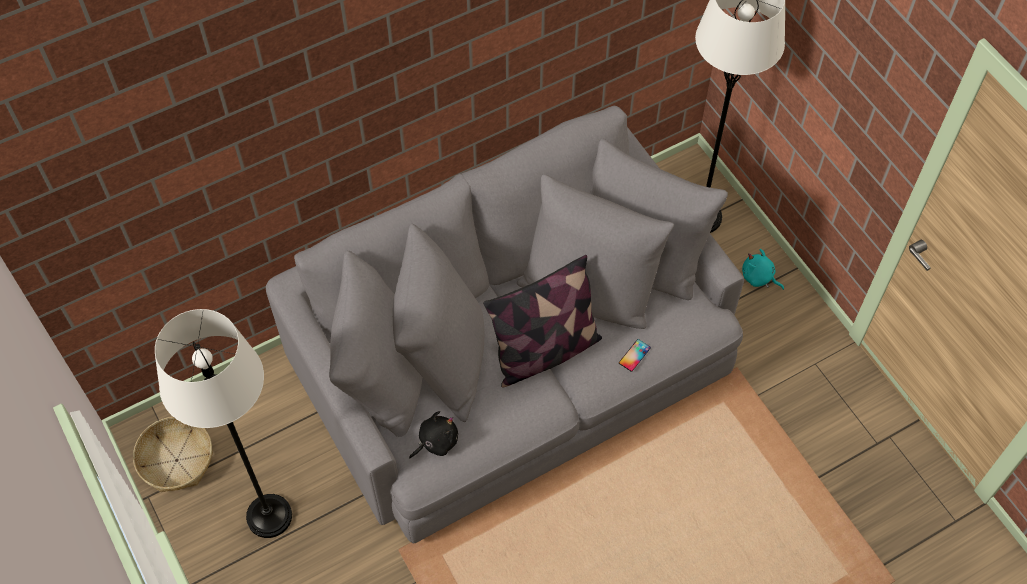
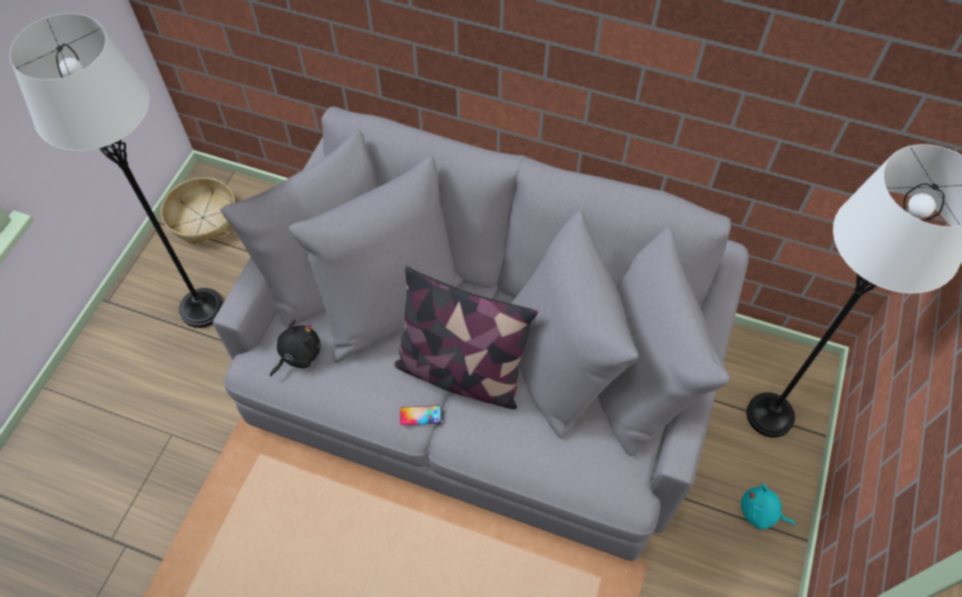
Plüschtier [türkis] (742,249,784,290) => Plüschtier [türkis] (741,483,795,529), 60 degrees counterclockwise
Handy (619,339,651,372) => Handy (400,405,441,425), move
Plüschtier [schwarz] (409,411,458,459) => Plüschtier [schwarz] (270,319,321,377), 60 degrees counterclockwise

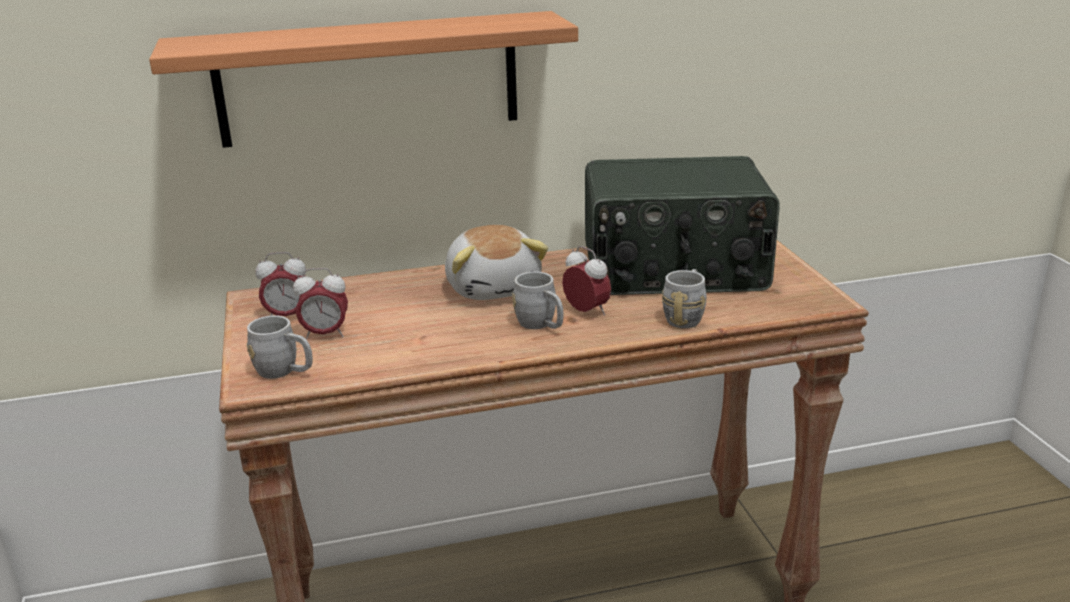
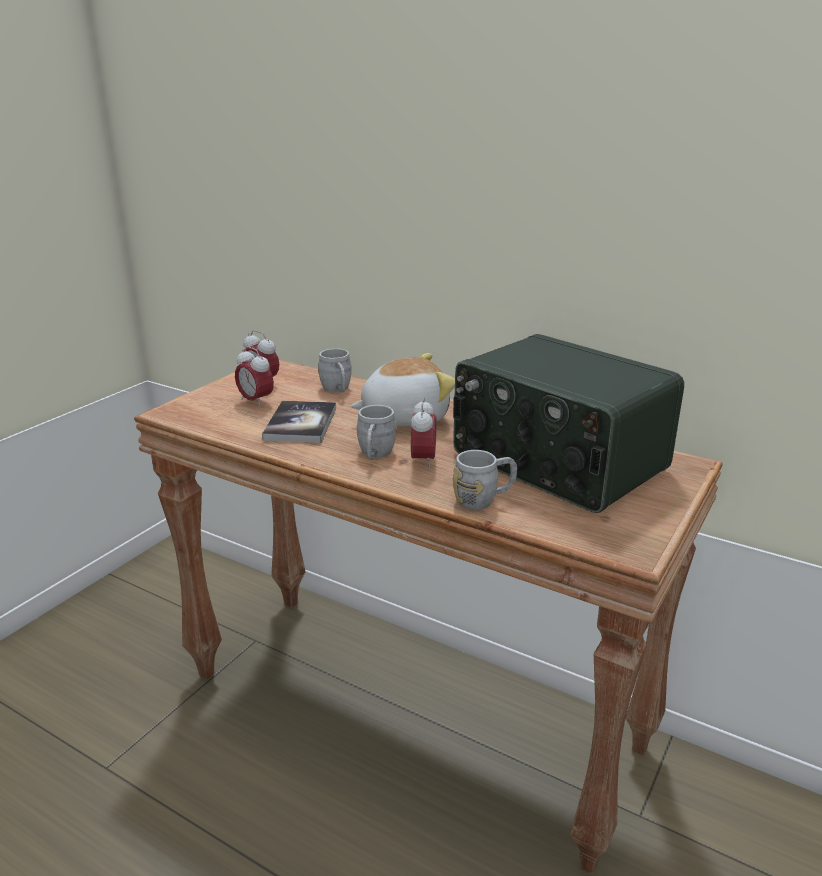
Wandregal (149,11,578,148) => nothing
Plüschtier (445,225,548,300) => Plüschtier (350,353,455,427), 135 degrees counterclockwise
Henkelbecher [grau] (246,315,313,379) => Henkelbecher [grau] (318,348,352,392), move
nothing => Buch (262,401,336,443)

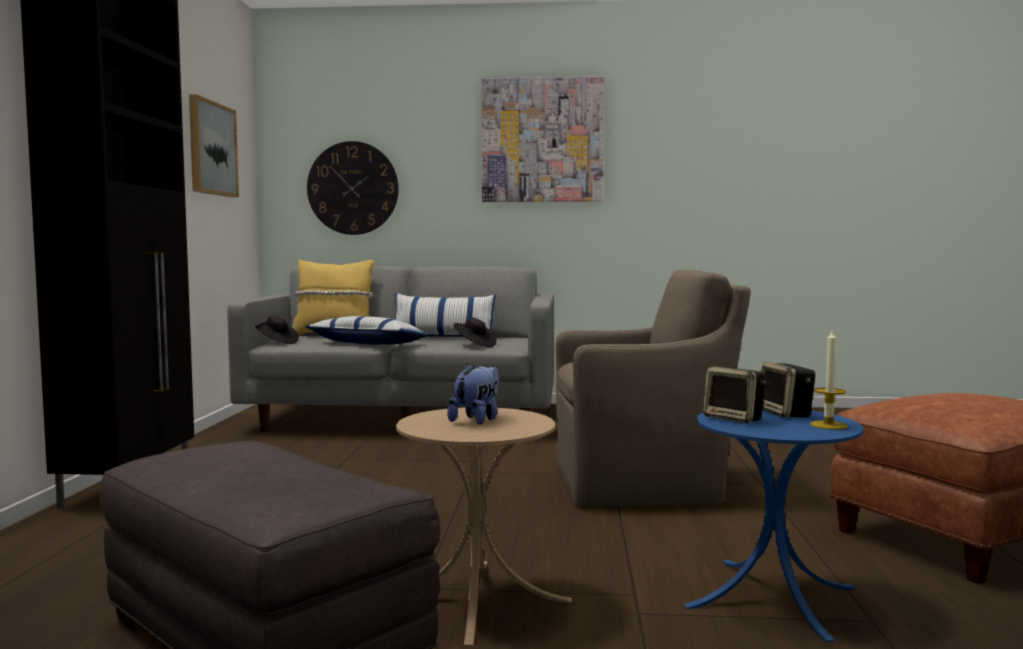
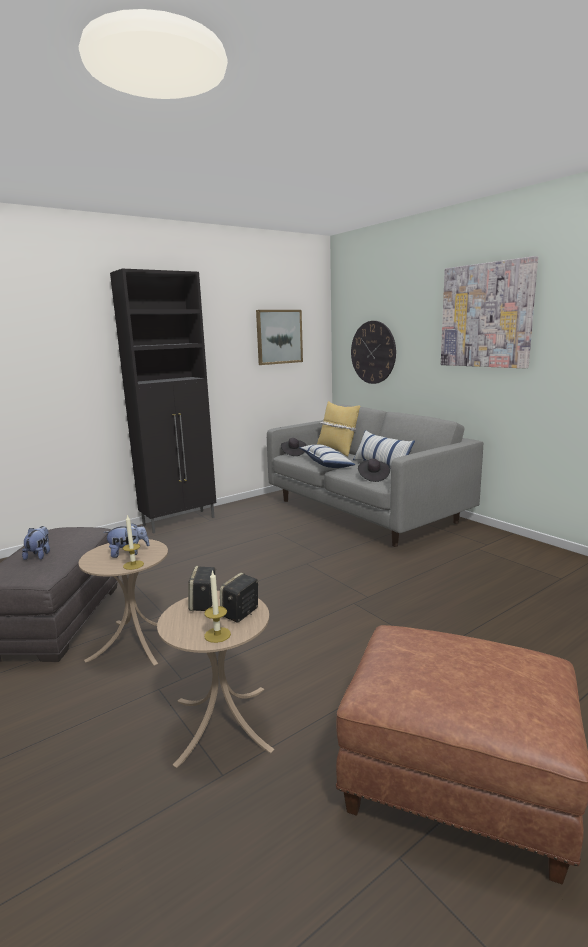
Sessel [braun] (556,269,751,508) => nothing
Beistelltisch [blau] (684,410,863,642) => Beistelltisch [beige] (157,591,274,768)
nothing => Kerze (122,514,144,570)
nothing => Plüschtier (22,526,50,560)

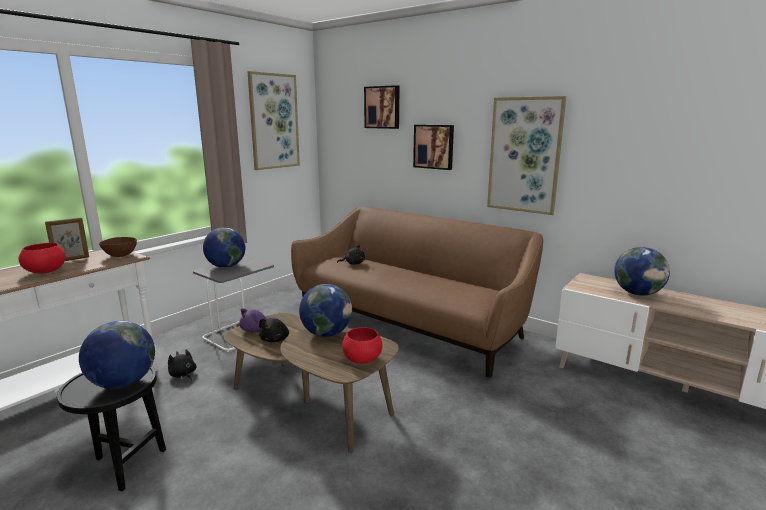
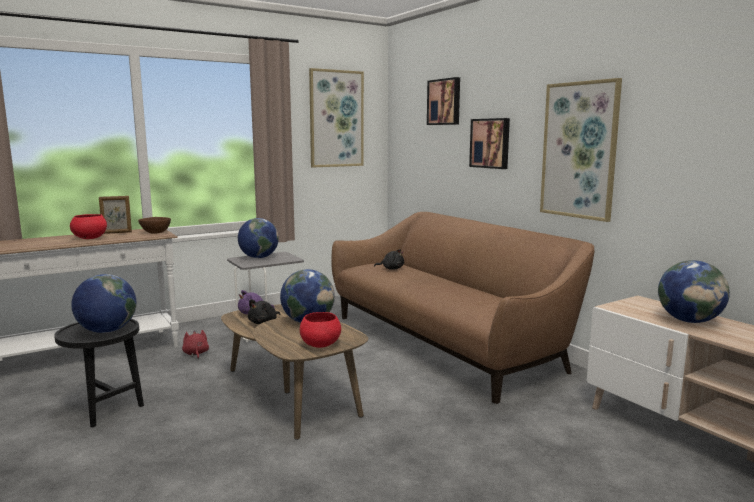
Plüschtier [schwarz] (168,350,196,381) => Plüschtier [rot] (182,330,209,359)

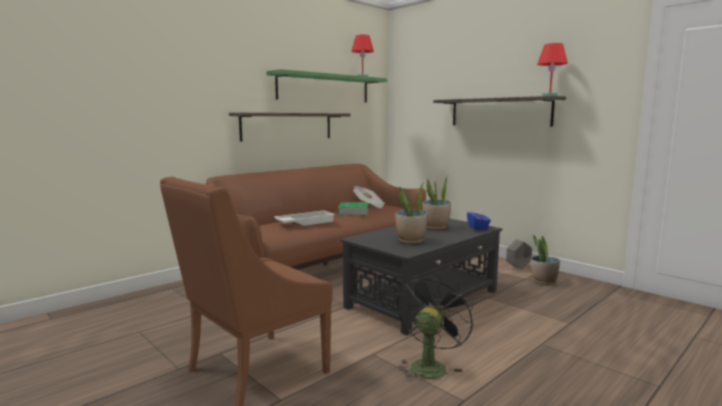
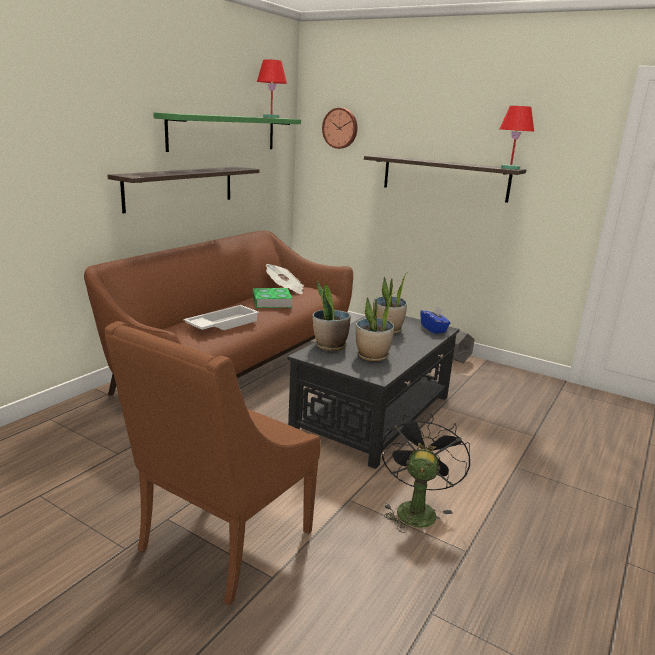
Topfpflanze (531,235,560,285) => Topfpflanze (313,281,351,351), move
nothing => Wanduhr (322,108,357,149)

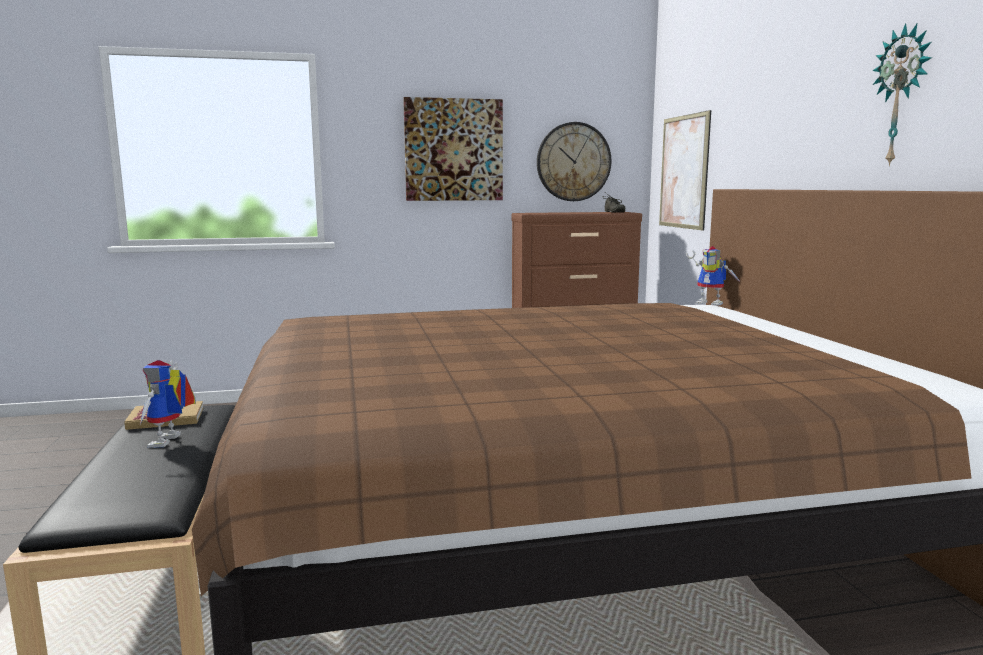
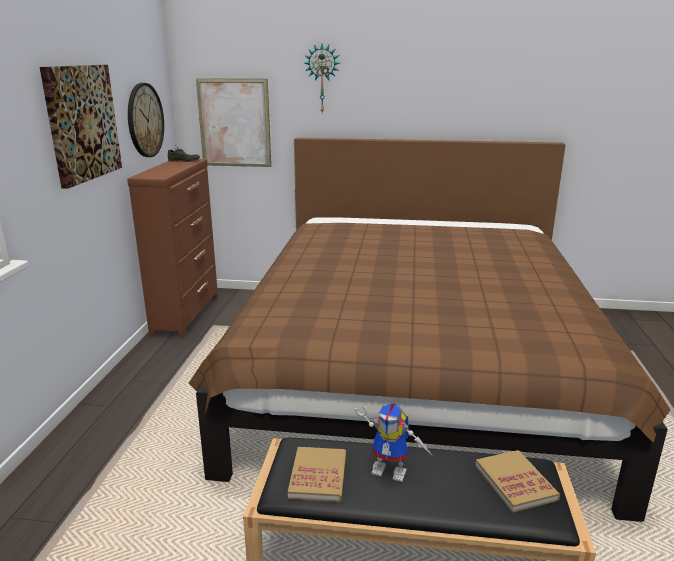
Wanduhr (872,23,932,166) => Wanduhr (304,44,340,114), move
Spielzeugroboter (686,246,740,306) => nothing
nothing => Buch (475,450,560,513)

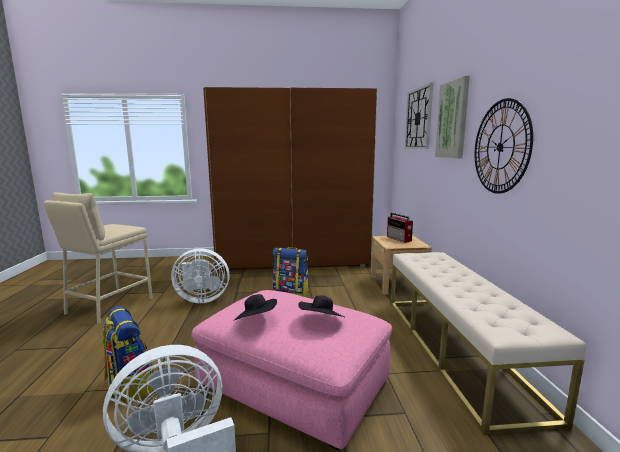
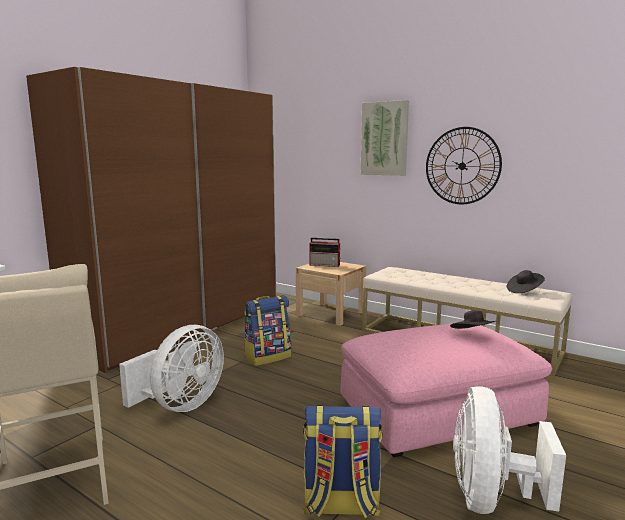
Wanduhr (405,83,433,149) => nothing
Hut [schwarz] (233,294,277,321) => Hut [schwarz] (507,270,545,293), move

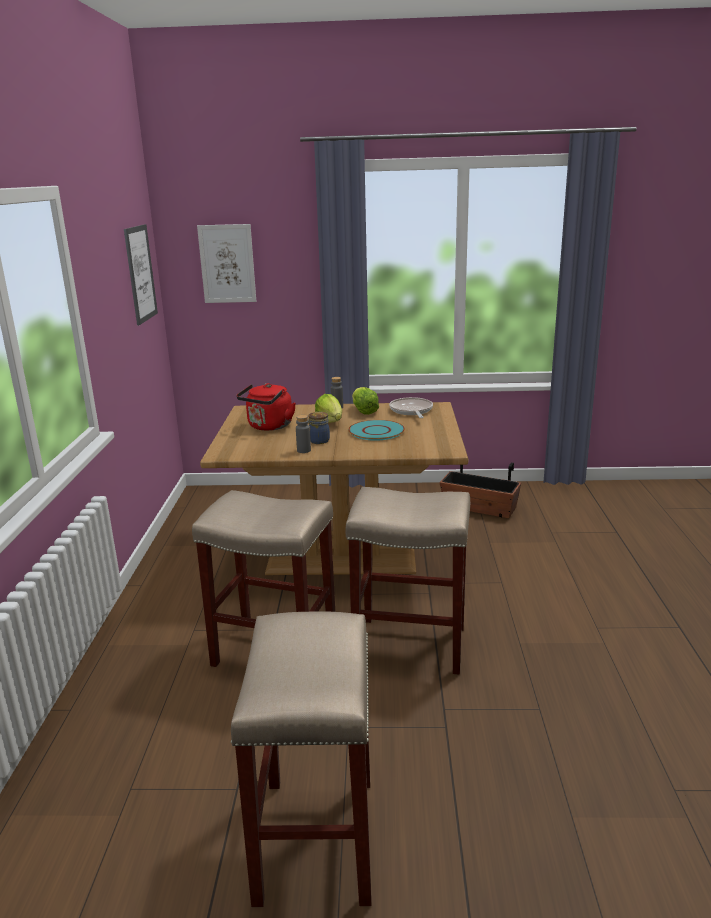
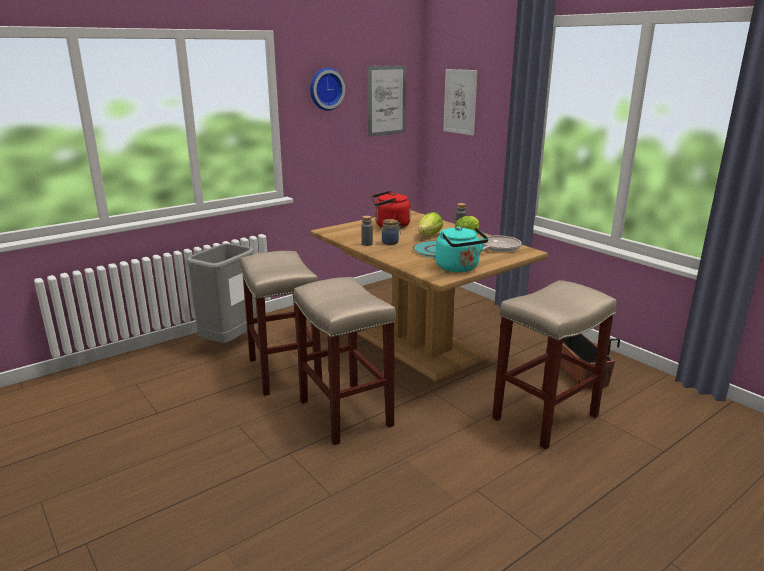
Hocker [beige] (231,611,372,907) => Hocker [beige] (492,280,617,449), move
nothing => Wanduhr (310,68,345,111)
nothing => Wasserkessel [türkis] (435,226,489,272)
nothing => Mülleimer [grau] (186,243,258,343)

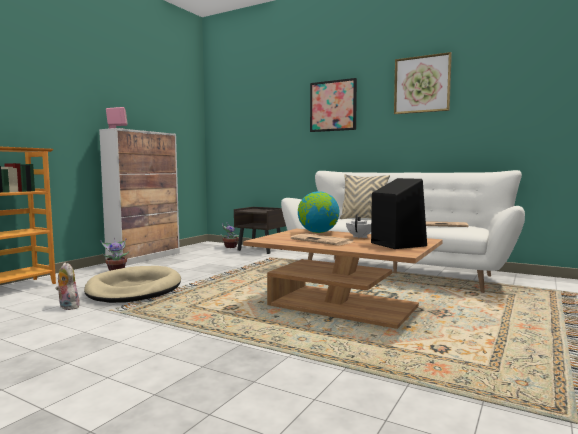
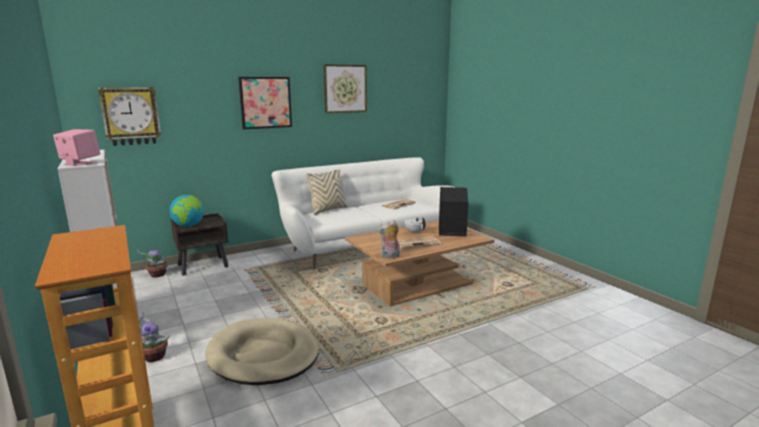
Globus (298,191,339,233) => Globus (169,195,204,227), move
Plüschtier (56,263,80,310) => Plüschtier (378,220,400,259), move
nothing => Wanduhr (98,87,161,146)

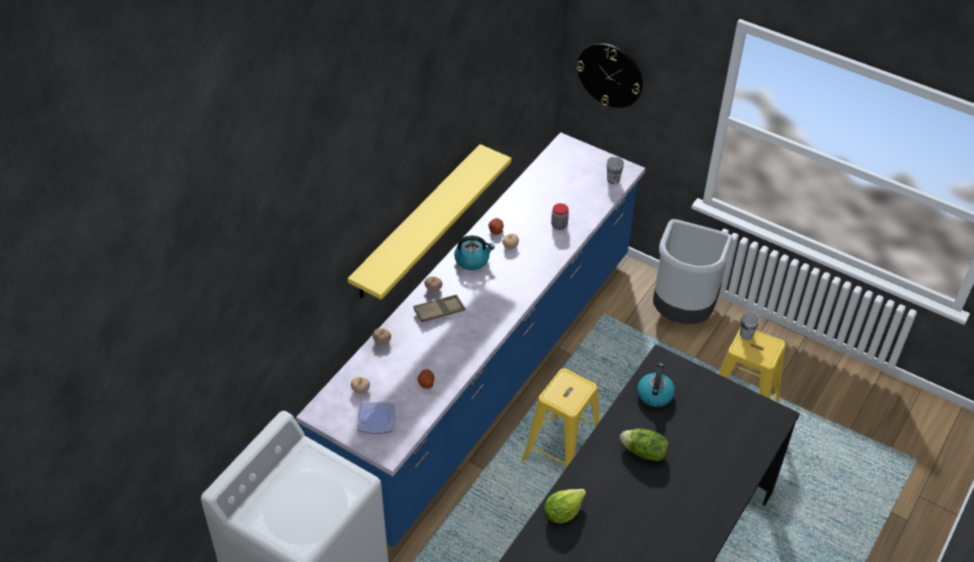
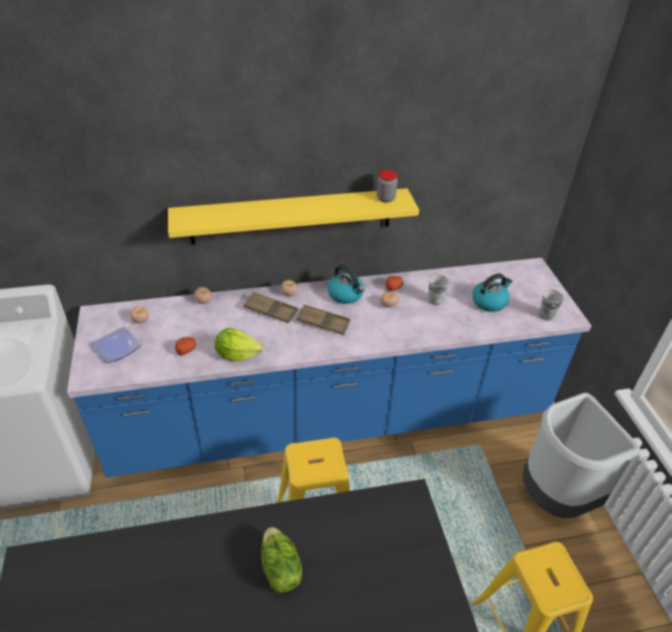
Wanduhr (577,43,643,108) => nothing
Vorratsglas (551,203,569,230) => Vorratsglas (377,170,398,203), move
Tasse (740,312,760,340) => Tasse (428,274,449,305), move
Wasserkessel (637,363,675,407) => Wasserkessel (472,274,513,312), move
Salatkopf (544,489,586,523) => Salatkopf (214,328,263,361), move
nothing => Tablett [braun] (297,304,351,335)

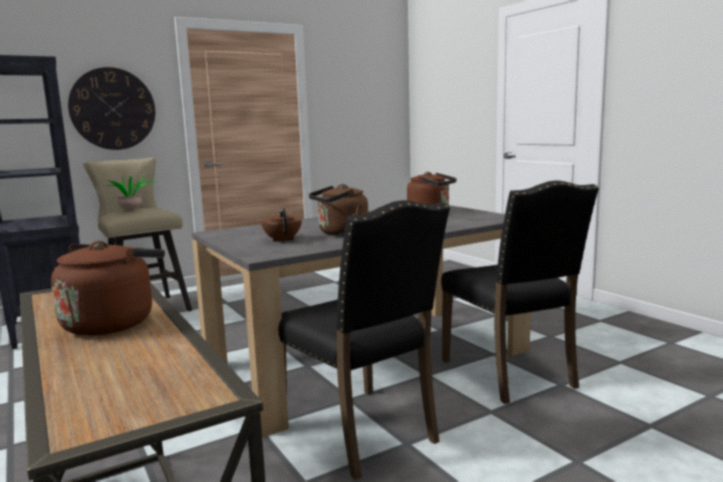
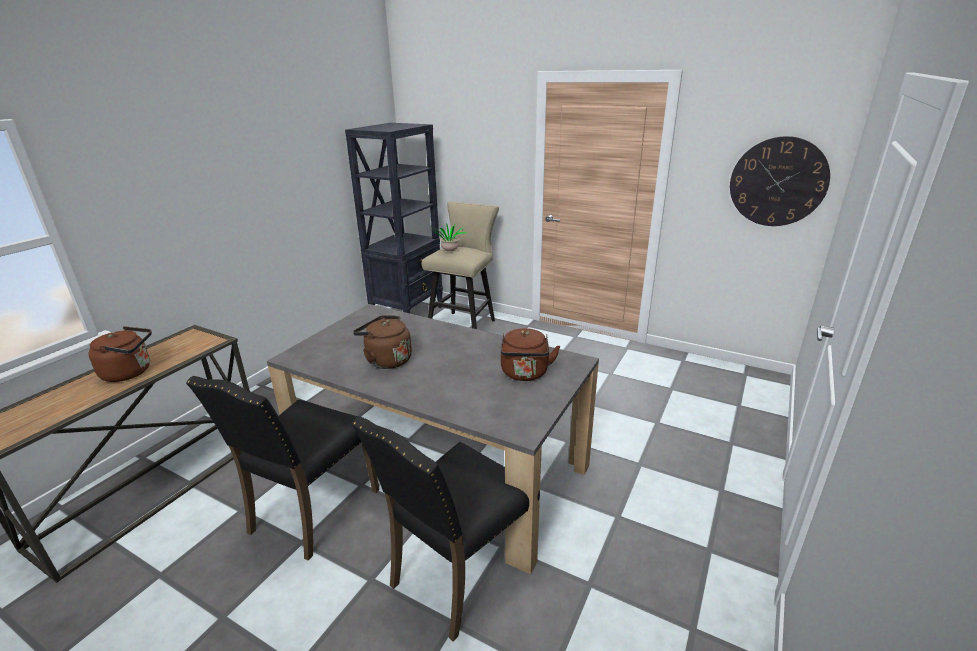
Wanduhr (68,67,155,150) => Wanduhr (730,136,830,226), move
Teekanne [braun] (261,208,302,242) => nothing

